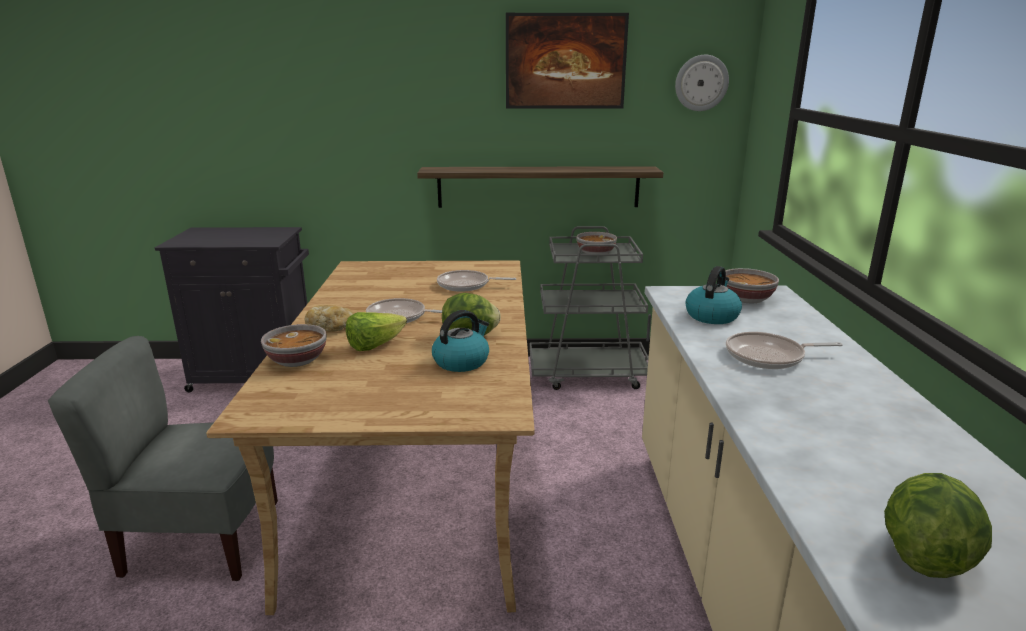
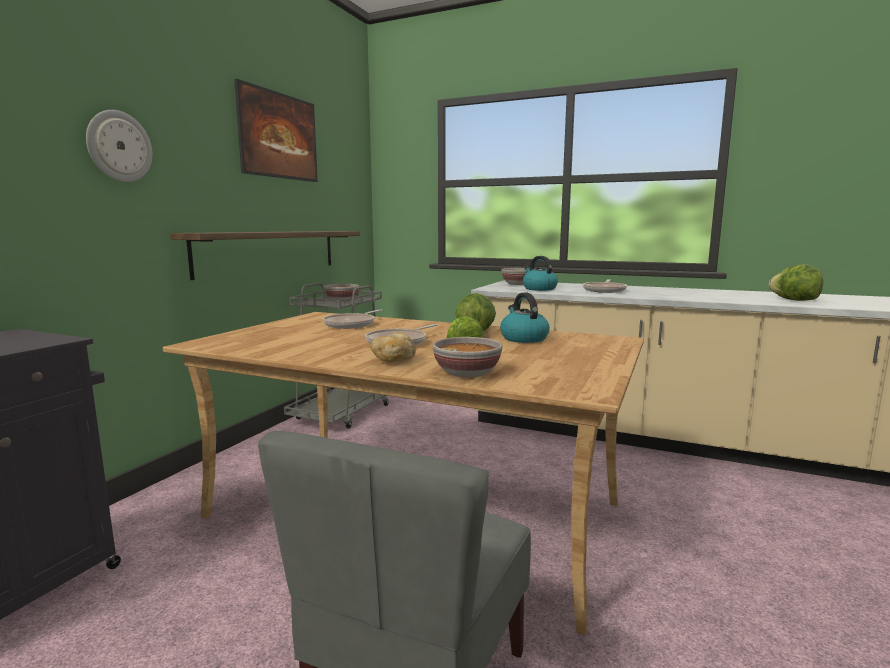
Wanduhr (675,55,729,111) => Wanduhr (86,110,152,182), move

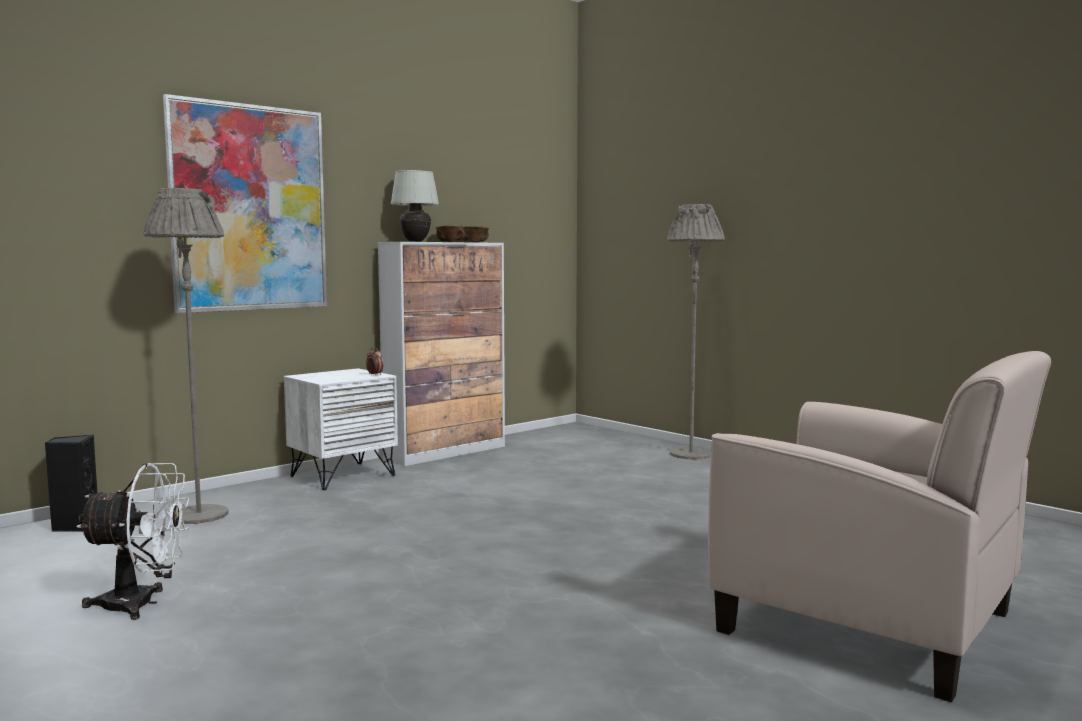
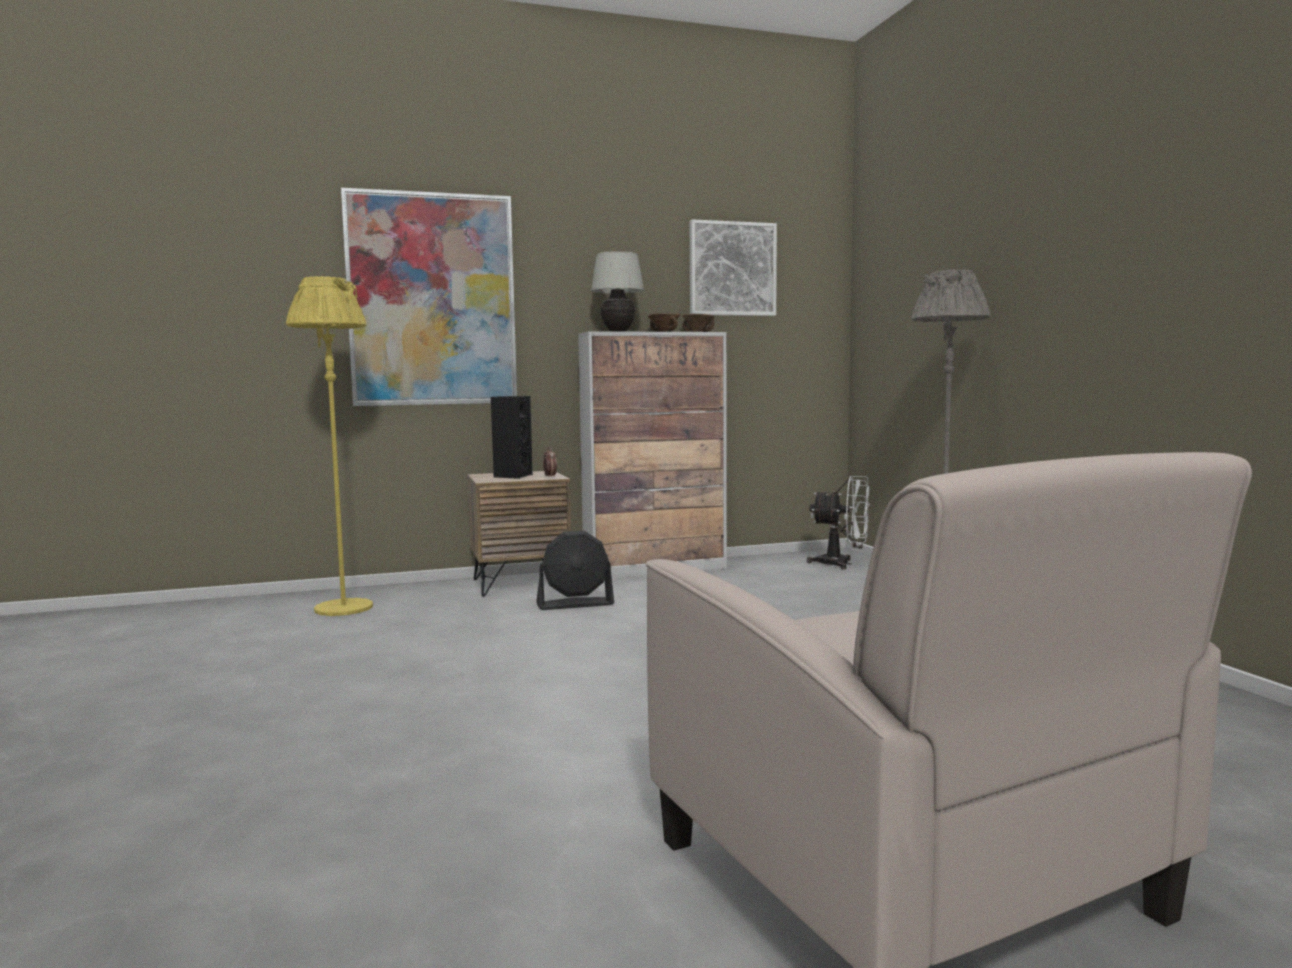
Stehlampe [grau] (143,188,228,524) => Stehlampe [gelb] (286,276,373,616)
Nachttisch [weiß] (284,368,398,490) => Nachttisch [braun] (467,471,571,597)
Lautsprecher [schwarz] (45,435,97,532) => Lautsprecher [schwarz] (491,396,533,479), move
Ventilator [weiß] (76,463,189,620) => Ventilator [weiß] (807,475,869,570), move
nothing => Bild (690,219,777,316)
nothing => Ventilator [schwarz] (536,531,614,610)

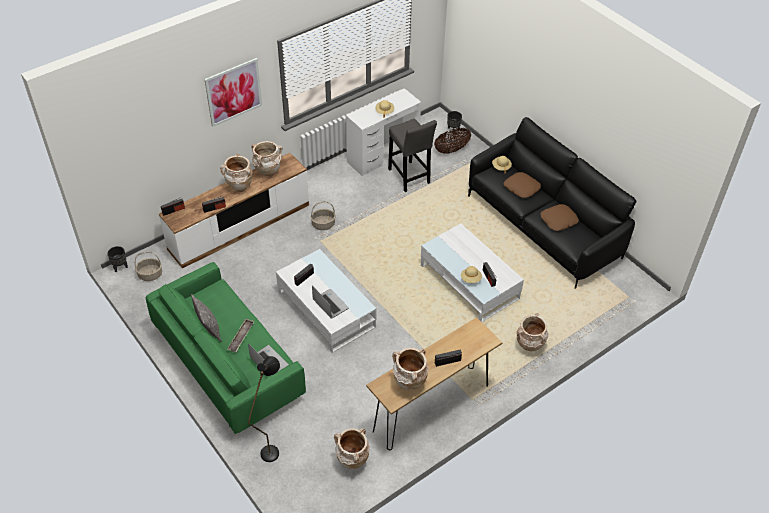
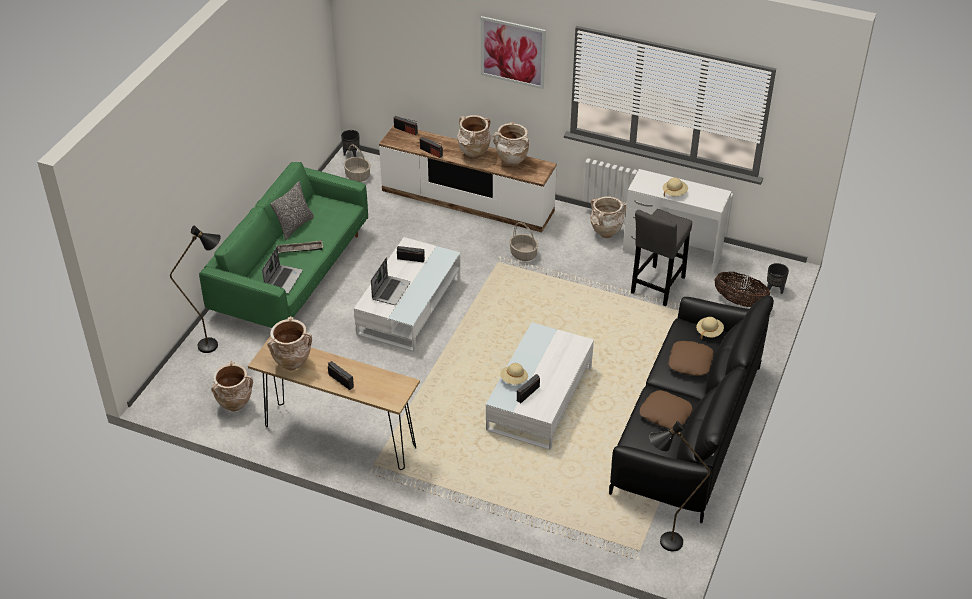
Vase [beige] (516,313,548,351) => Vase [beige] (590,196,627,238), move
nothing => Stehlampe [schwarz] (650,421,710,551)

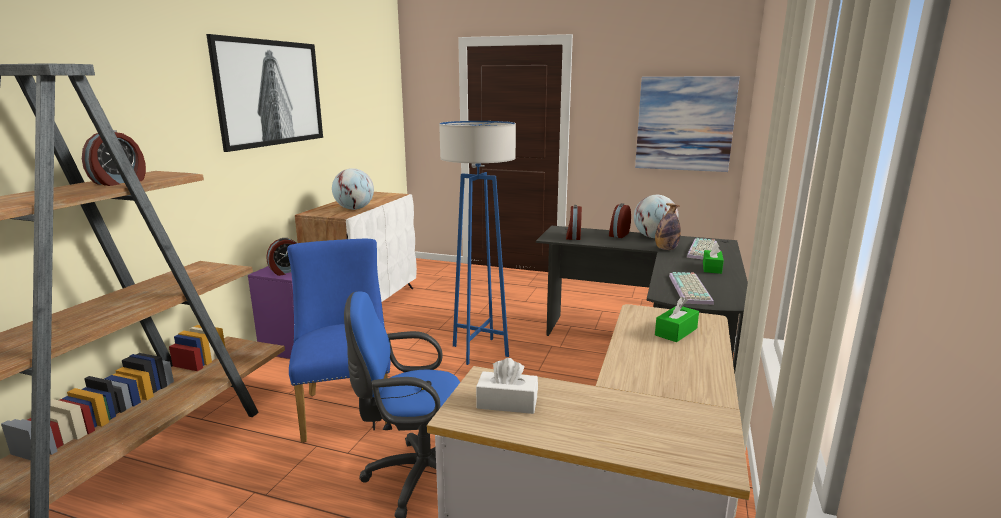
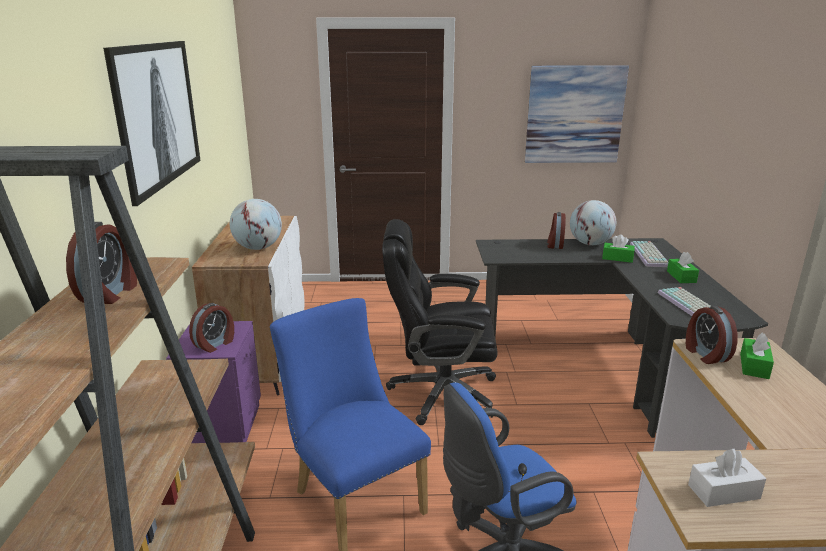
Stehlampe [blau] (439,121,516,365) => Bürostuhl [schwarz] (382,219,497,425)
Flasche (655,203,681,250) => Taschentuchbox [grün] (602,234,635,263)
Wecker (566,205,582,240) => Wecker (686,305,737,364), move

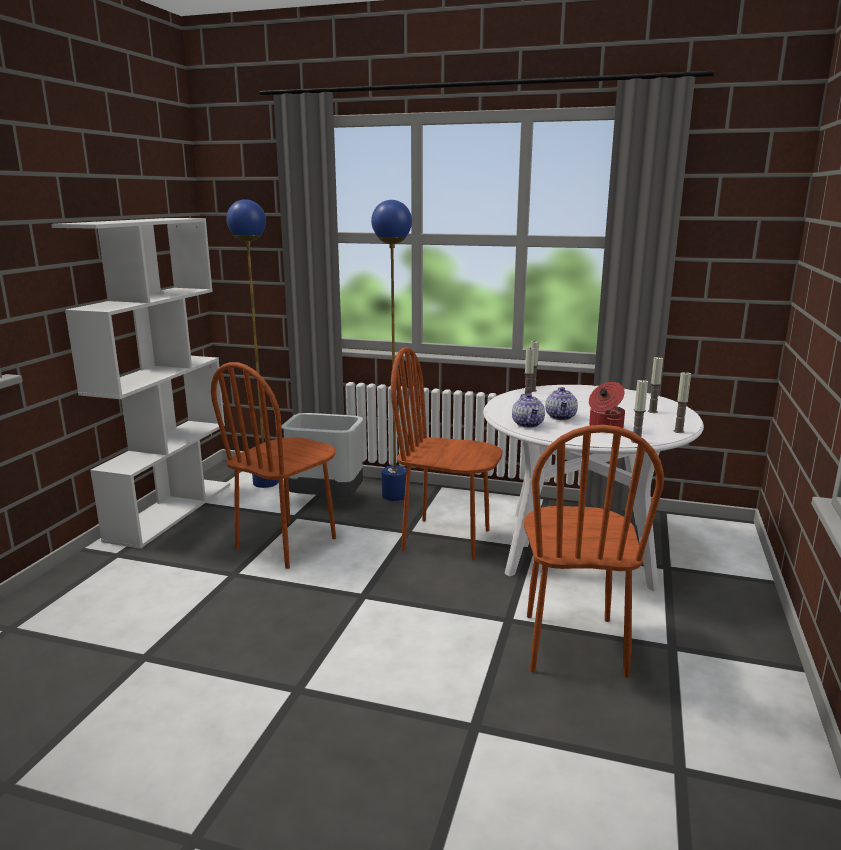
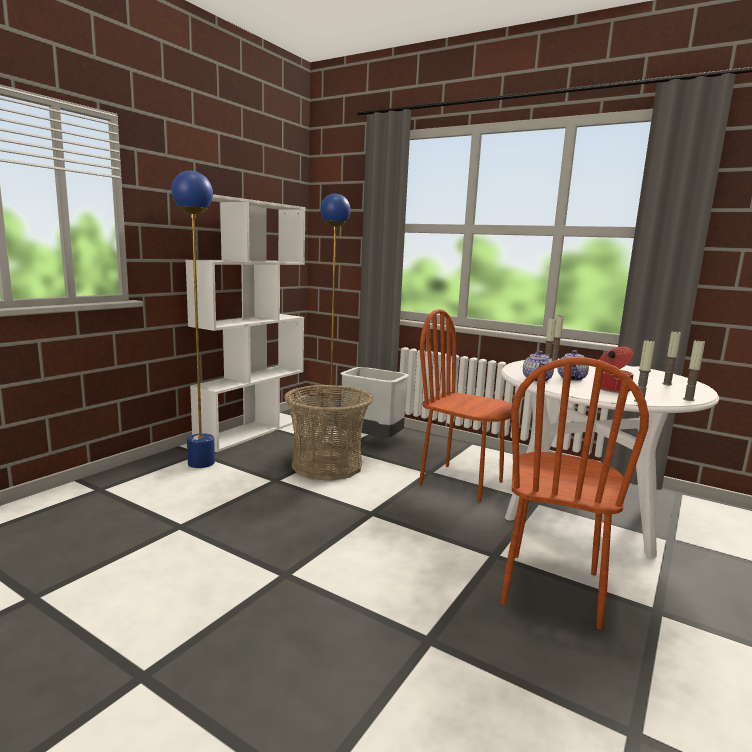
Stehlampe [blau] (371,200,412,501) => Stehlampe [blau] (171,171,215,468), move
Stuhl [braun] (211,362,336,569) => Korb (284,385,373,481)

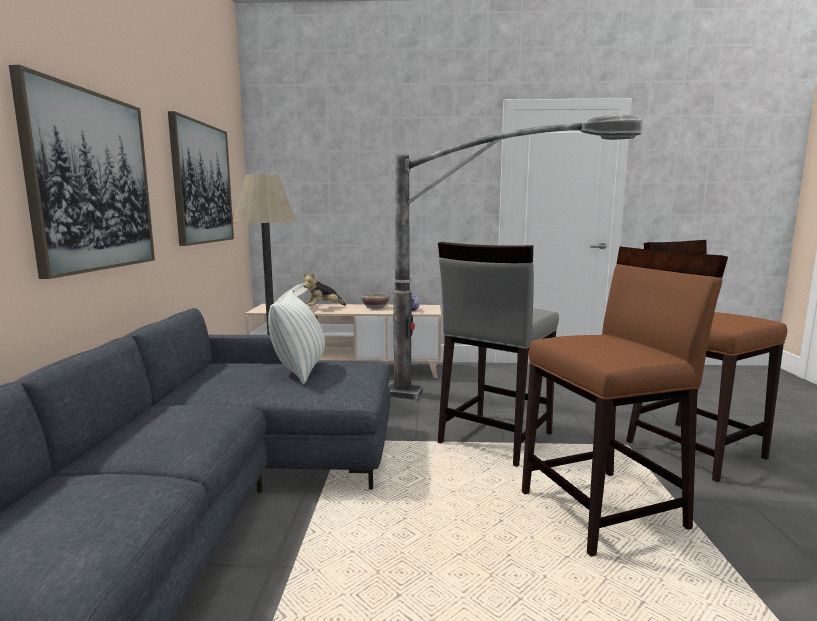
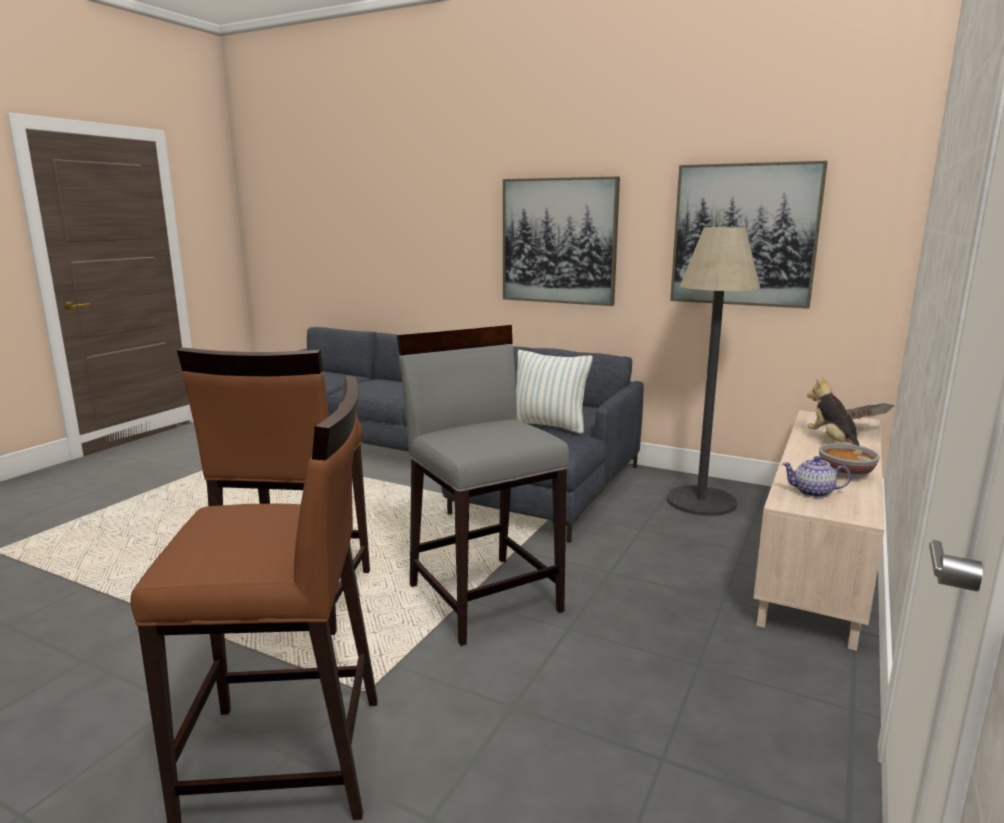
Stehlampe (389,114,642,400) => nothing

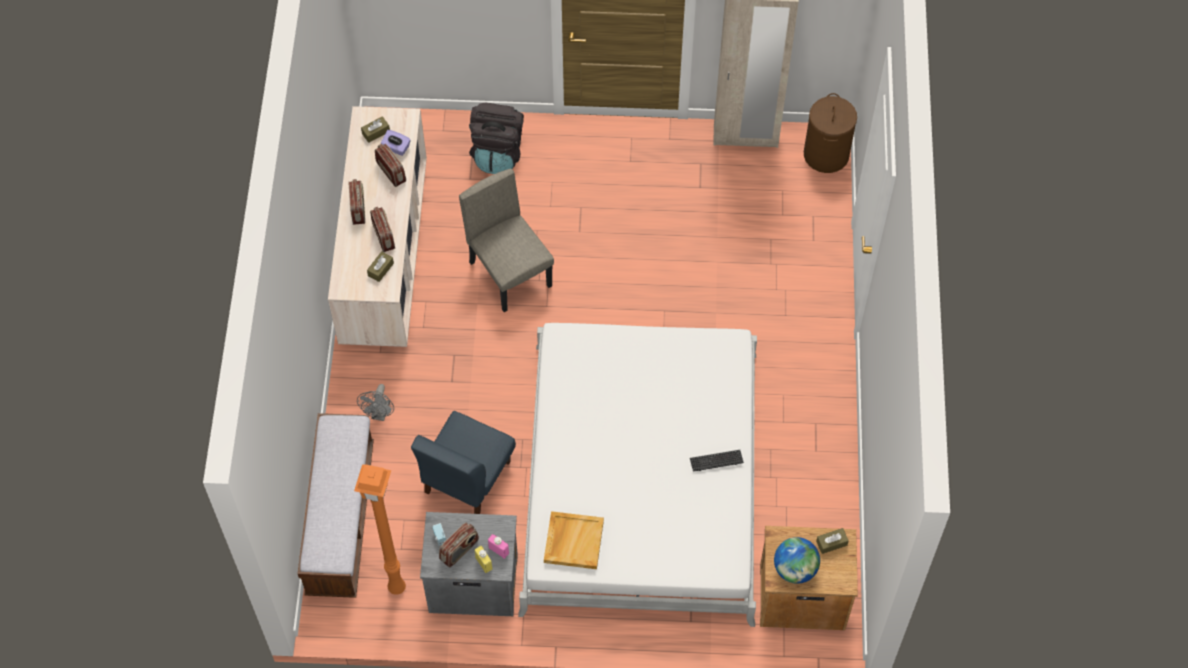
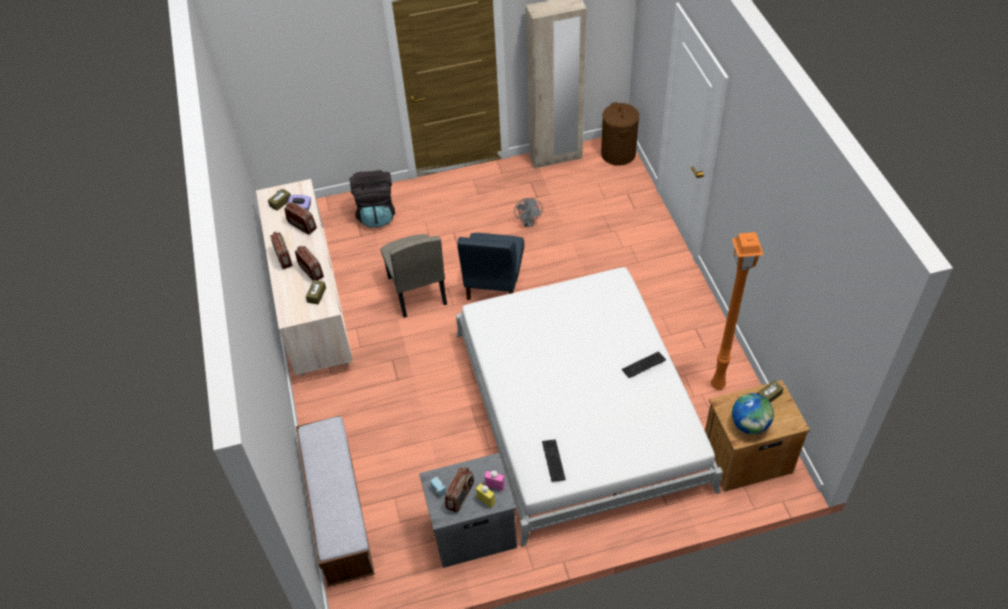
Stuhl [beige] (459,168,554,312) => Stuhl [beige] (380,234,447,318), 150 degrees counterclockwise
Ventilator [grau] (357,384,394,421) => Ventilator [grau] (514,198,543,227), move
Stuhl [blau] (411,411,516,514) => Stuhl [blau] (457,233,524,300), move
Stehlampe [orange] (354,464,406,595) => Stehlampe [orange] (711,232,764,390), move
Tablett [beige] (544,511,604,569) => Tastatur (542,439,566,482)

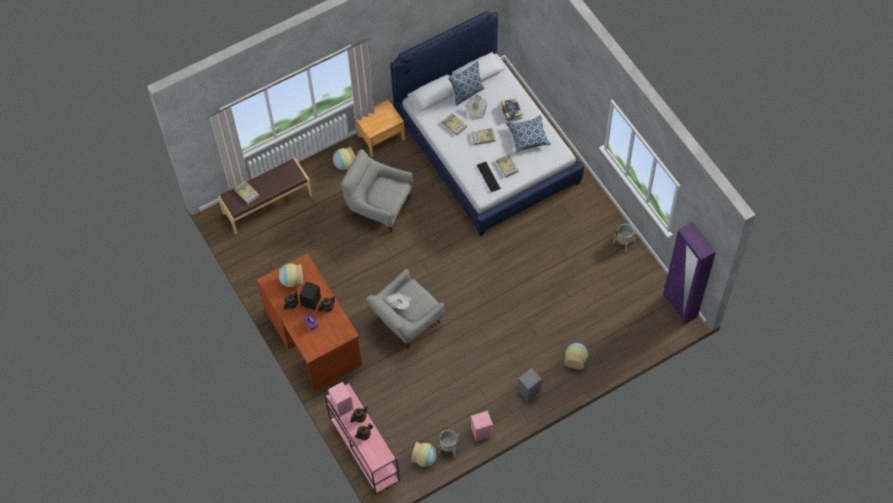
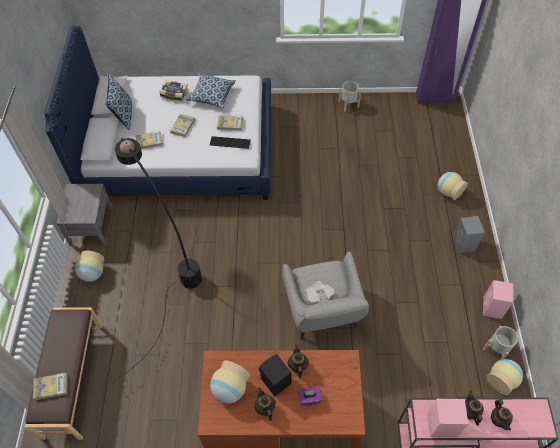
Zeitung (465,95,487,120) => nothing
Nachttisch [braun] (355,100,405,157) => Nachttisch [grau] (56,183,113,246)
Sessel [grau] (341,149,413,233) => Stehlampe [schwarz] (111,138,202,383)

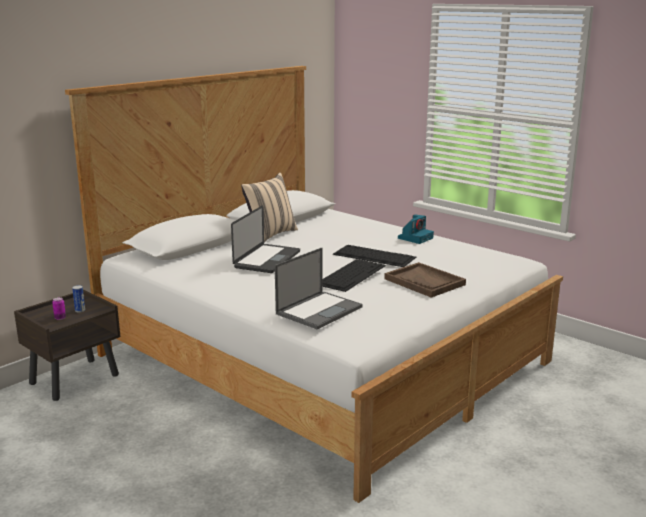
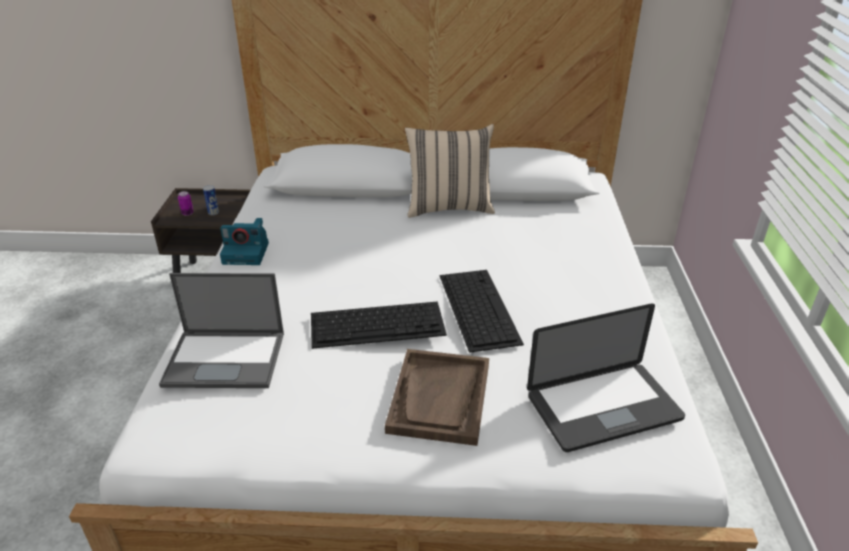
Laptop (231,205,300,273) => Laptop (527,303,685,452), move
Kamera (398,214,434,244) => Kamera (220,218,269,265), move

